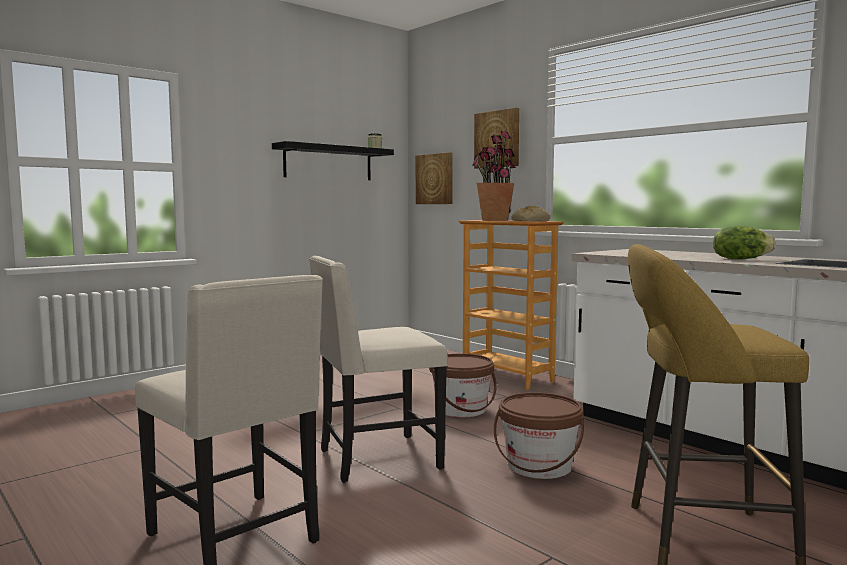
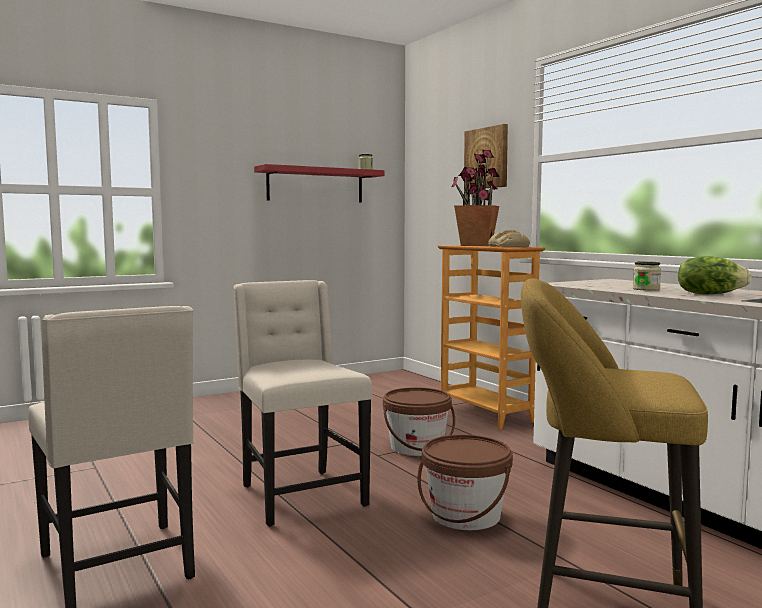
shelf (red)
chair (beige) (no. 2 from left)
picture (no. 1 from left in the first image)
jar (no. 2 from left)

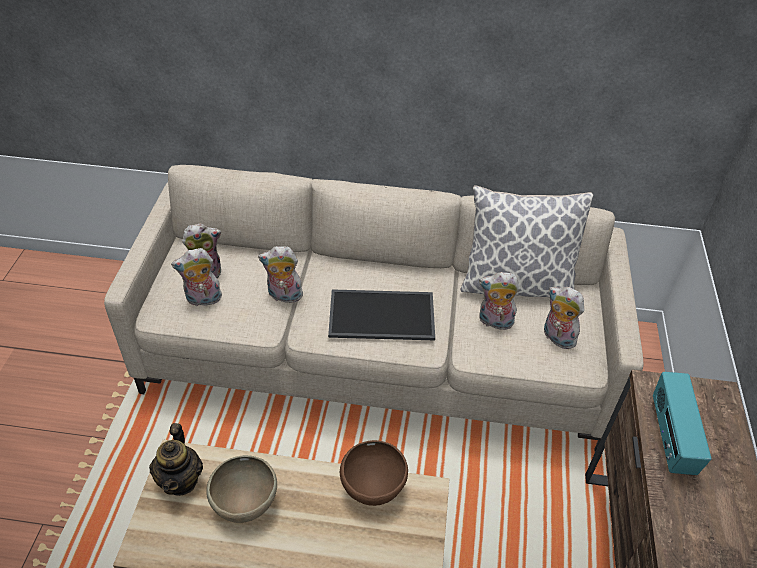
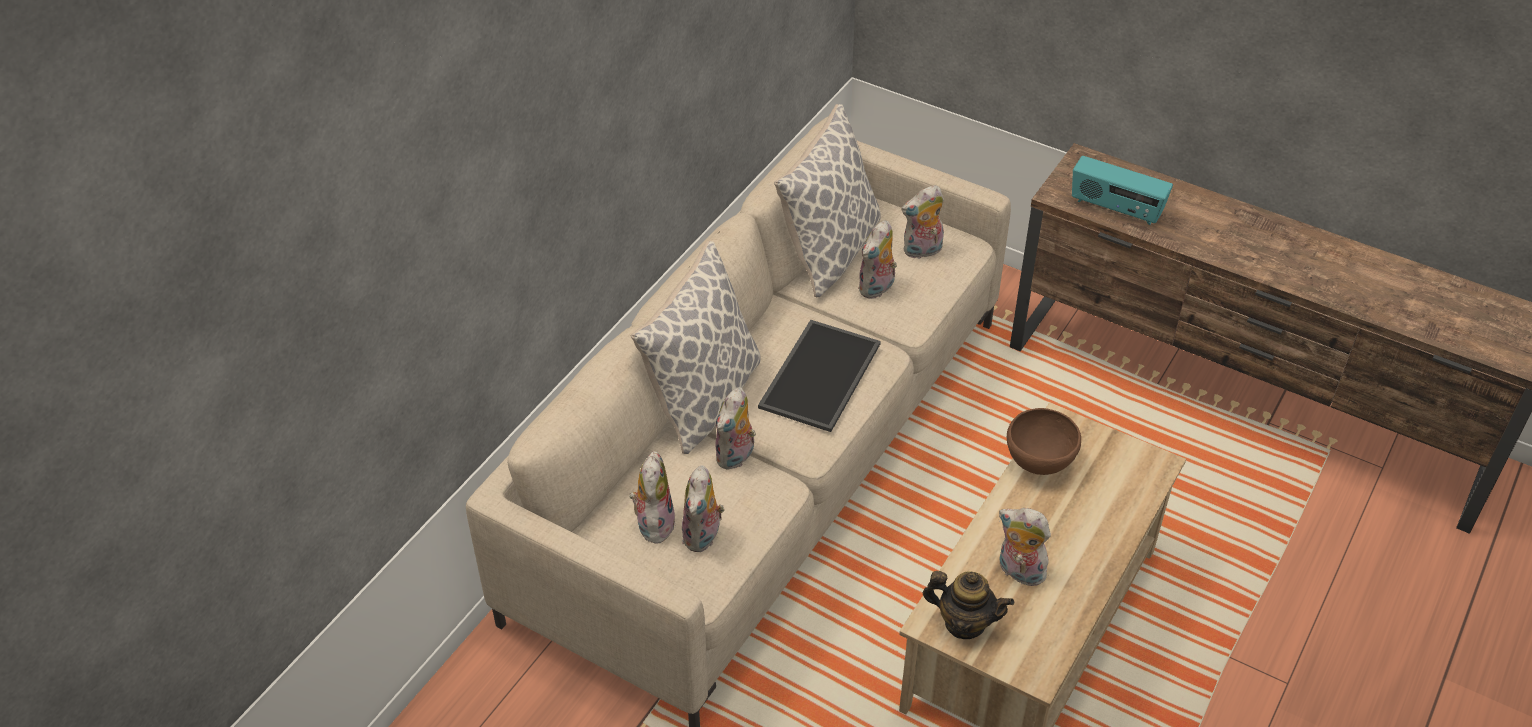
plush toy (no. 6 from left)
pillow (no. 1 from left)

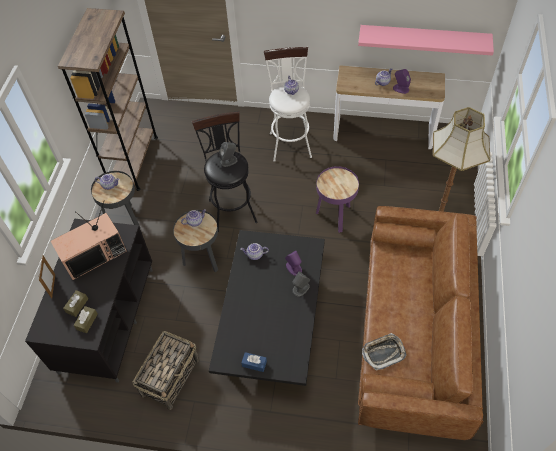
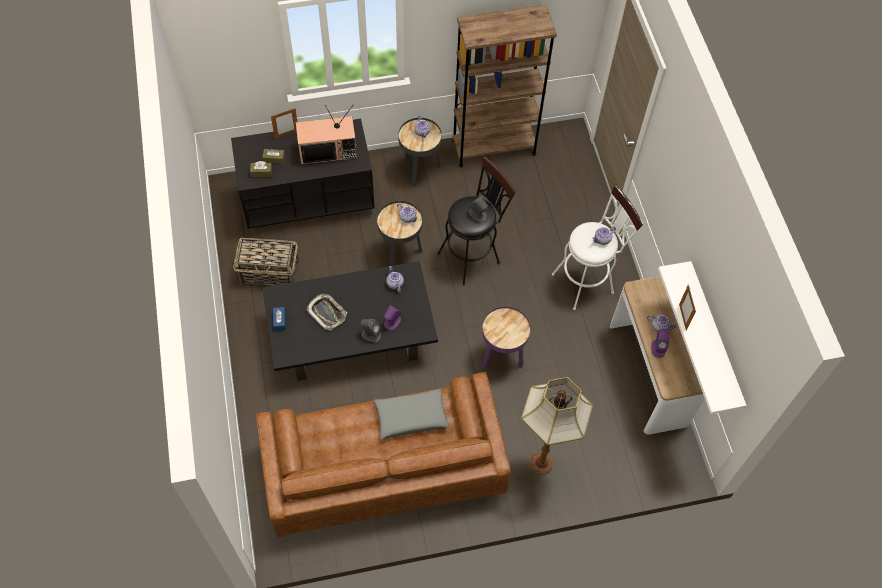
television
shelf (white)
tray
pillow (grey)
picture frame (no. 2 from left)

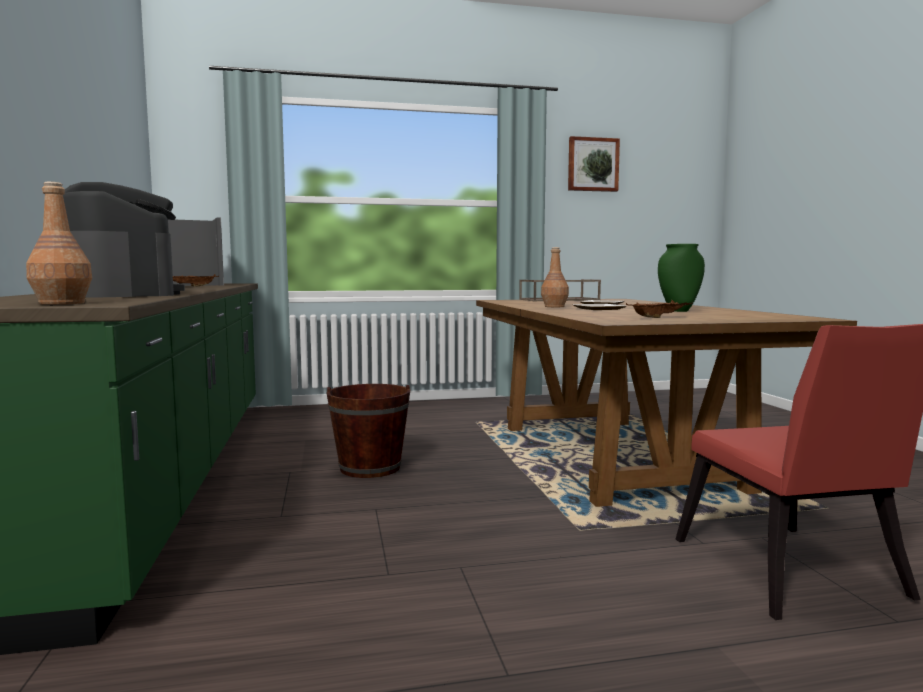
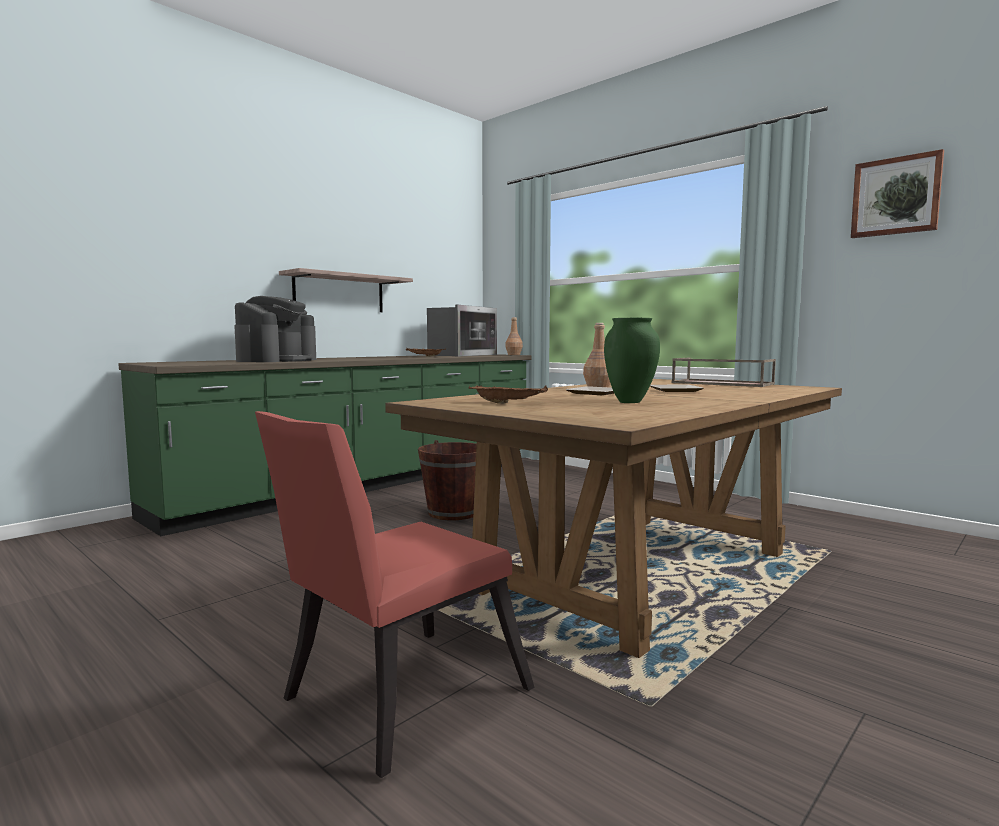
bottle (brown) (no. 1 from left)
shelf

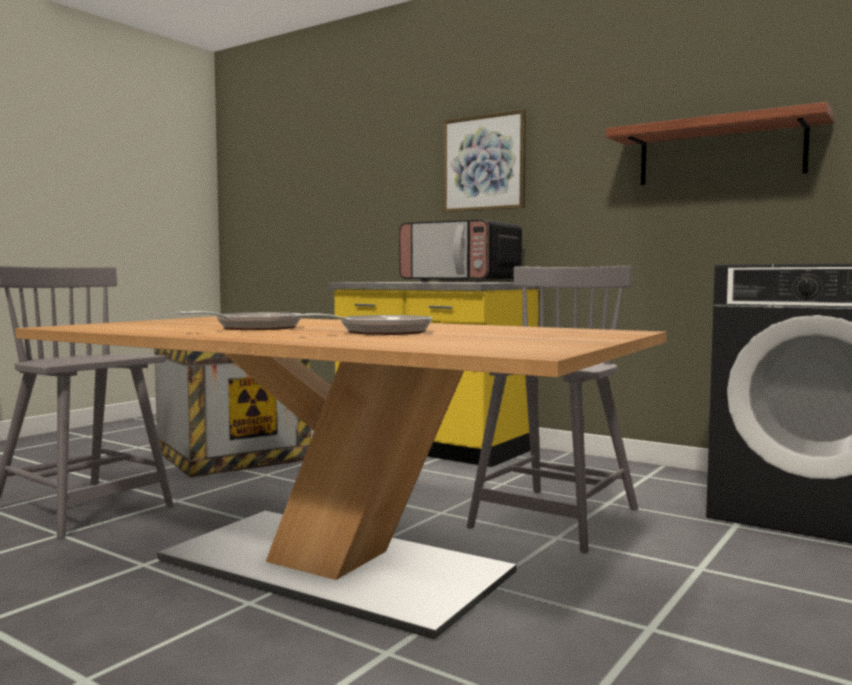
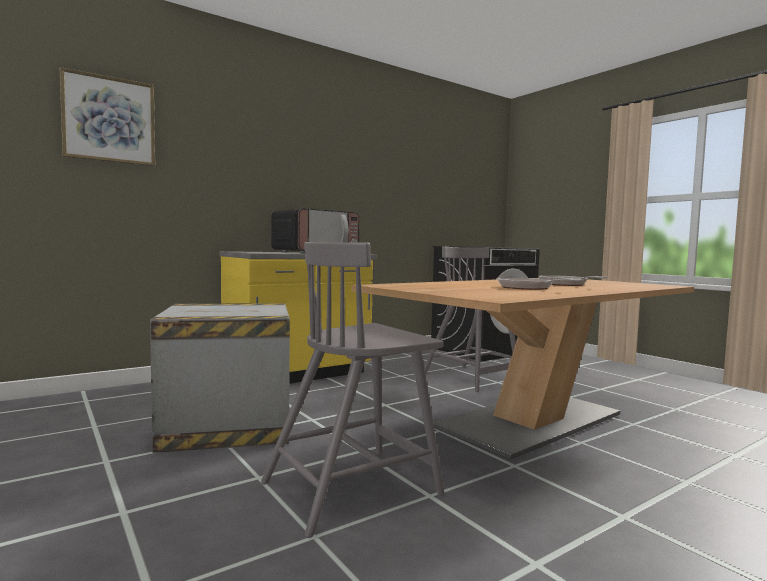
picture
shelf

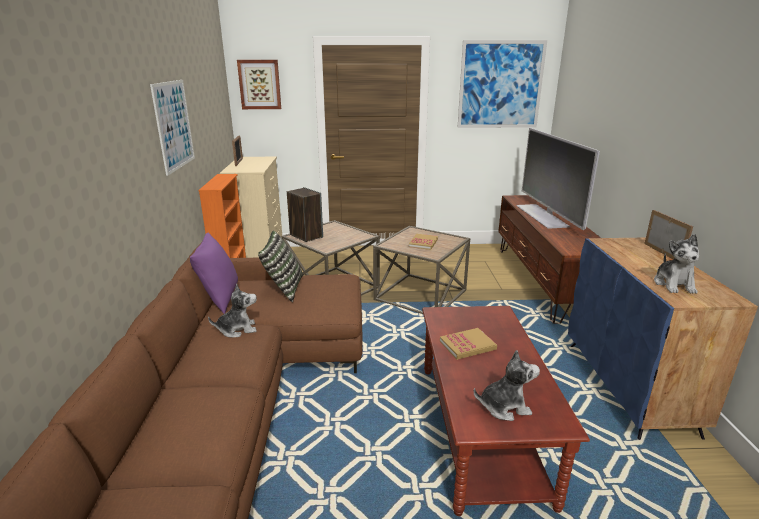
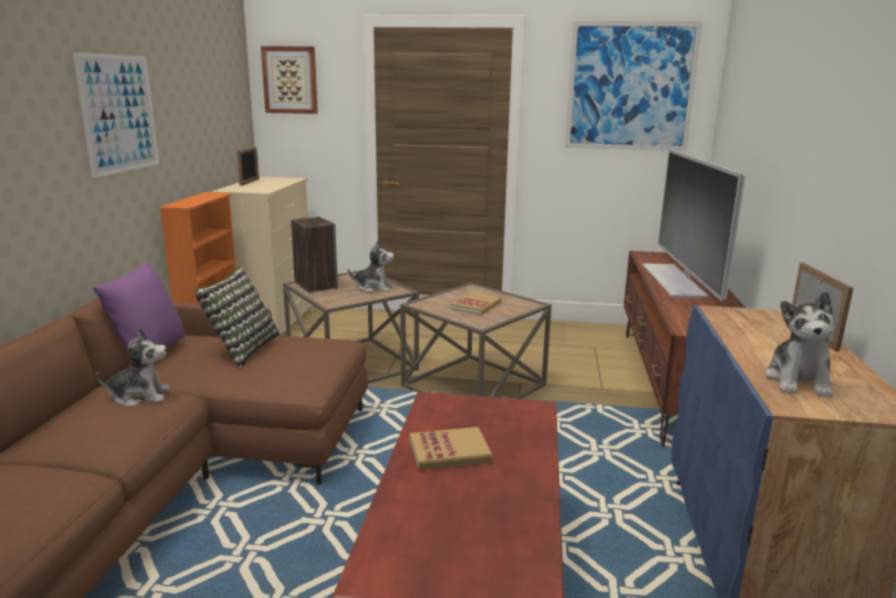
plush toy (no. 2 from left)

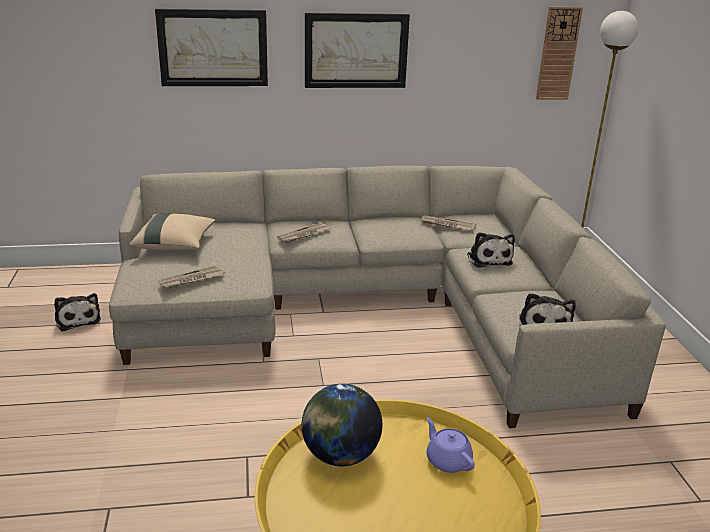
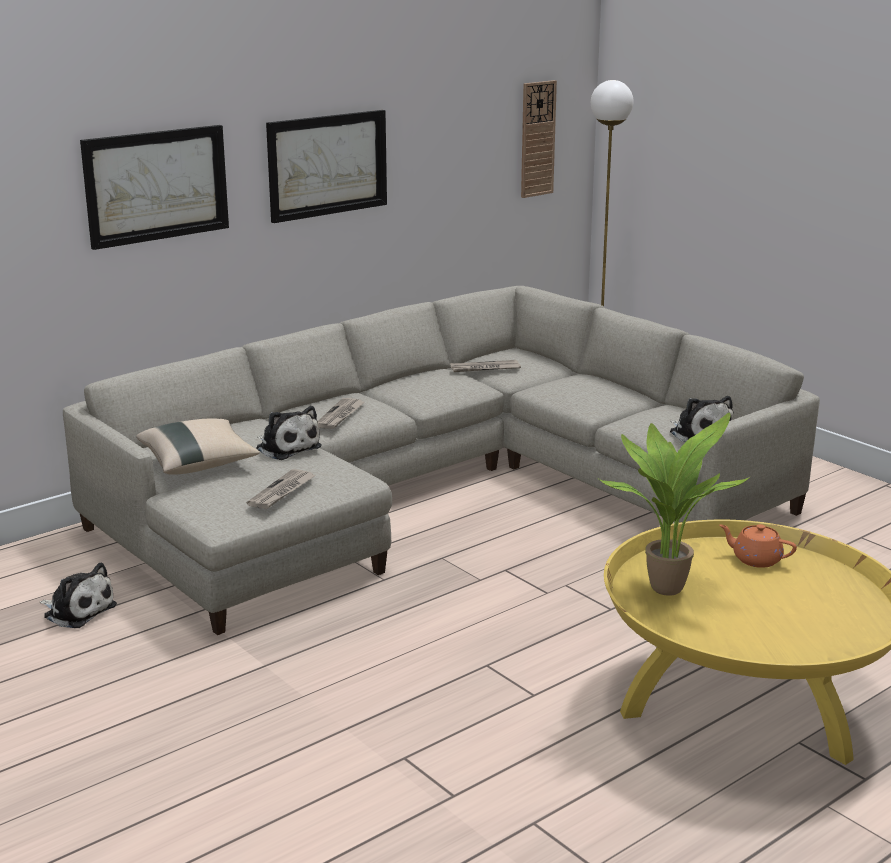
potted plant
teapot (orange)
plush toy (no. 2 from left)

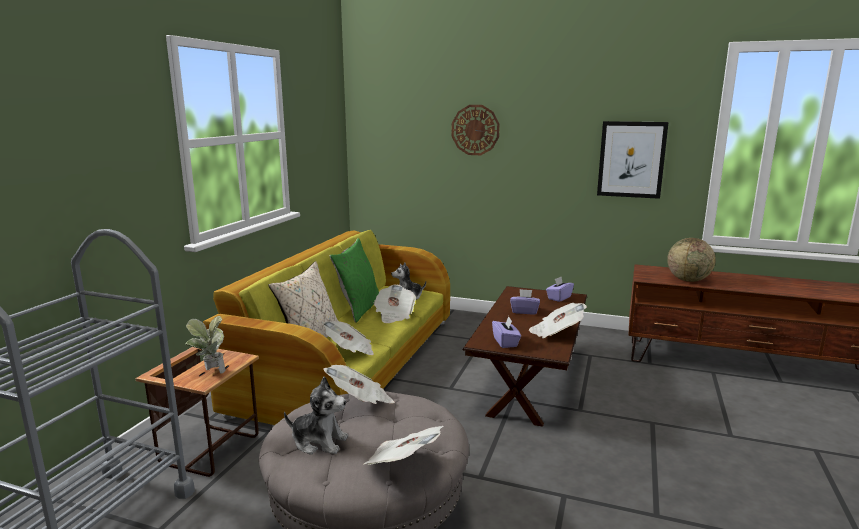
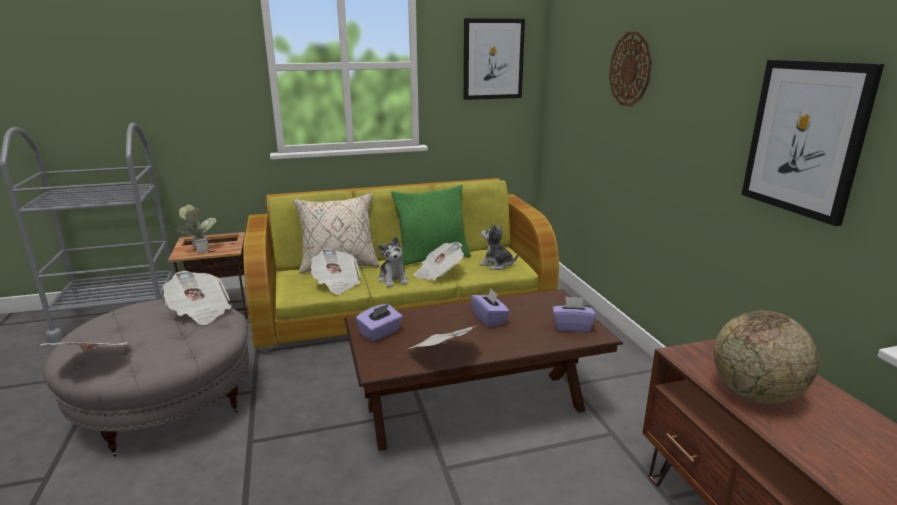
plush toy (no. 1 from left)
picture (no. 1 from left)

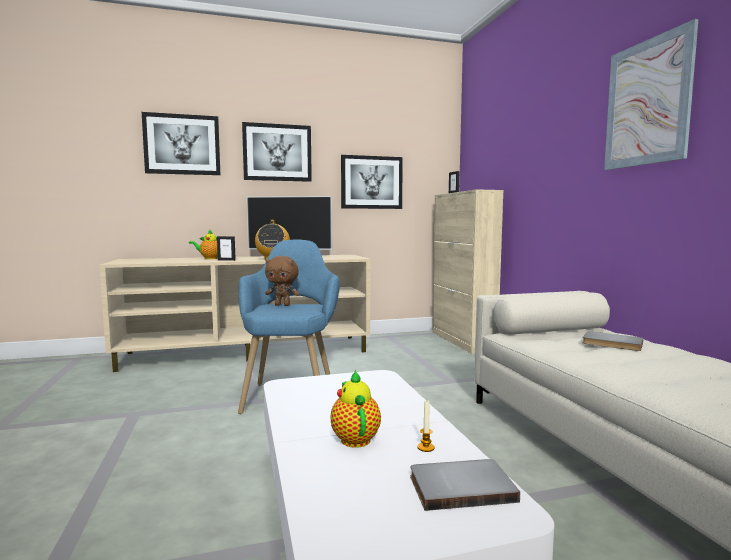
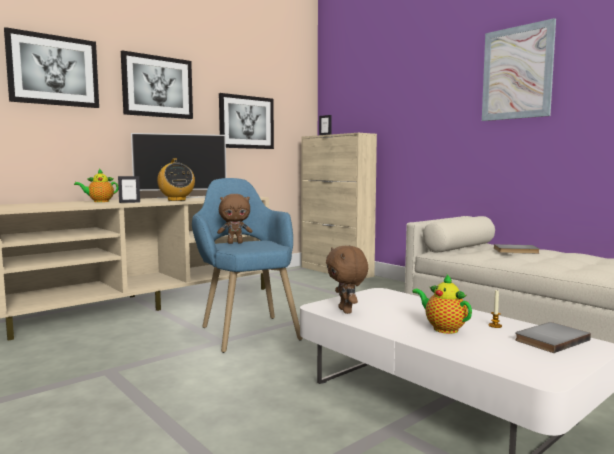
plush toy (brown) (no. 2 from left)

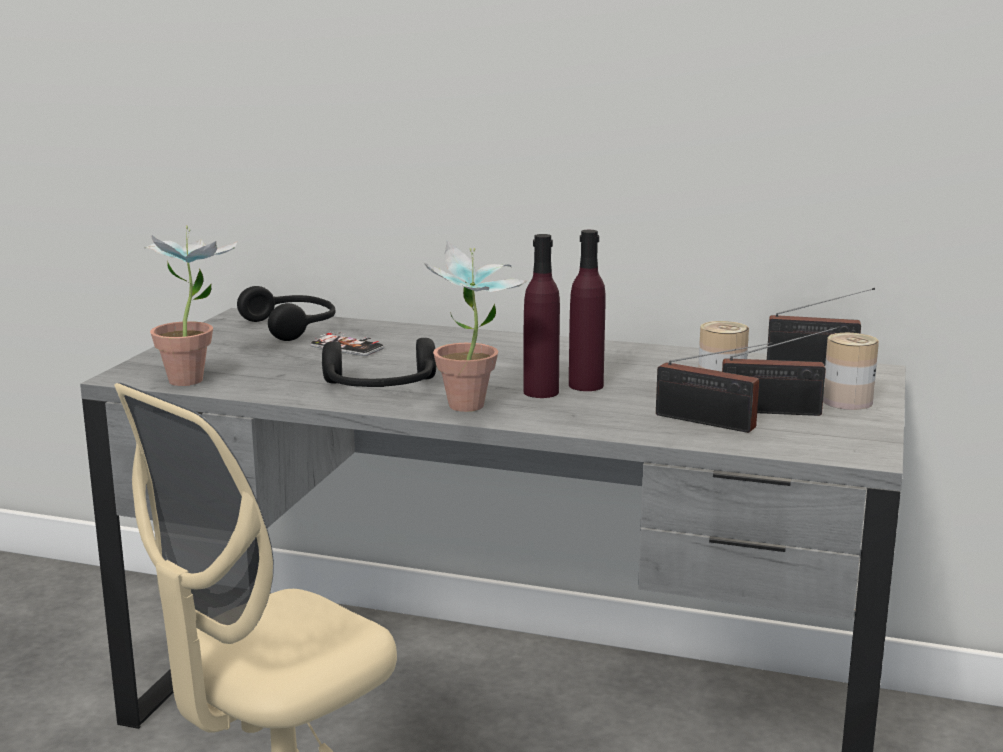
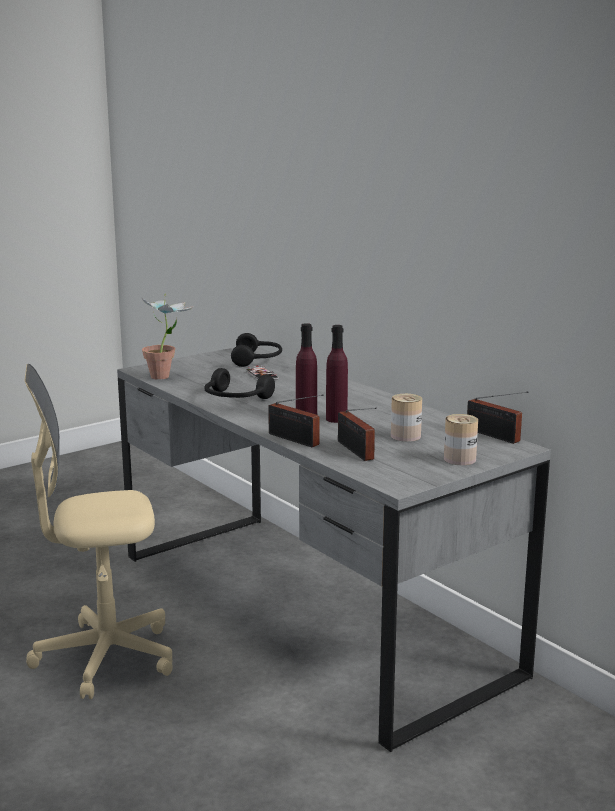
potted plant (no. 2 from left in the first image)
radio (no. 1 from left)

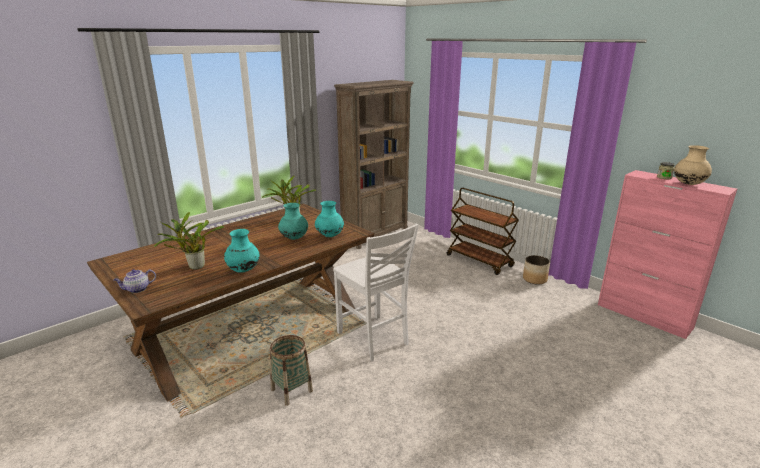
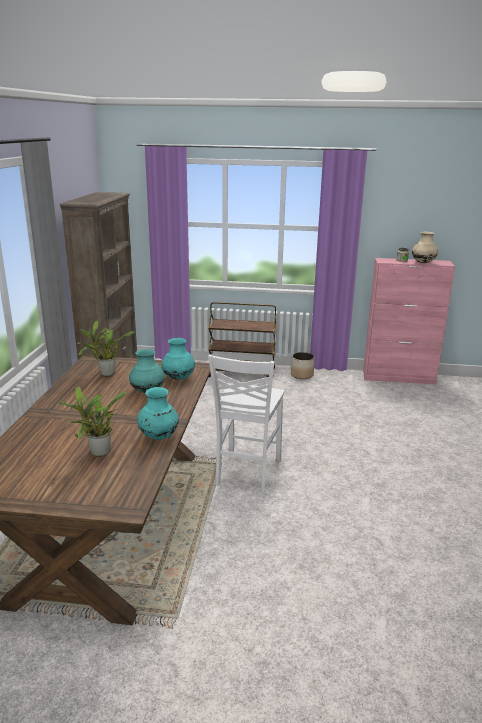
teapot
basket
chair (white)

